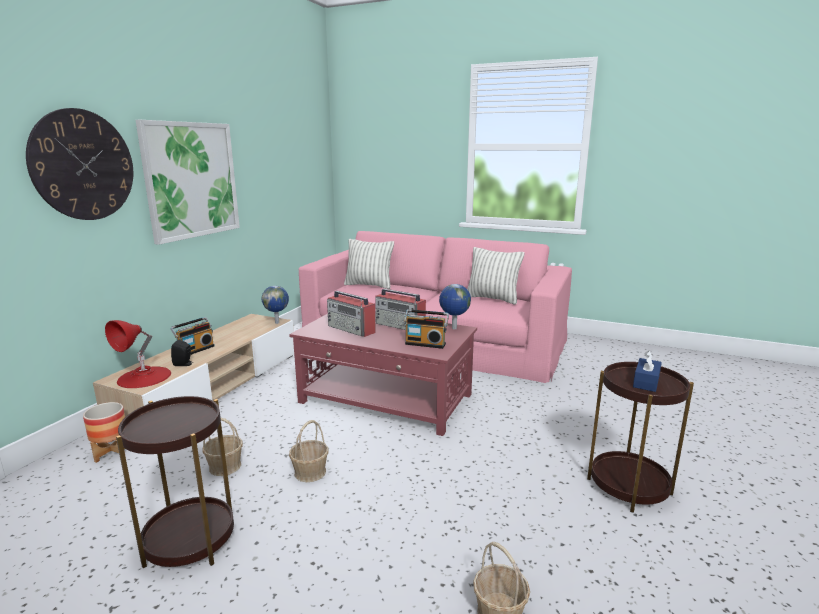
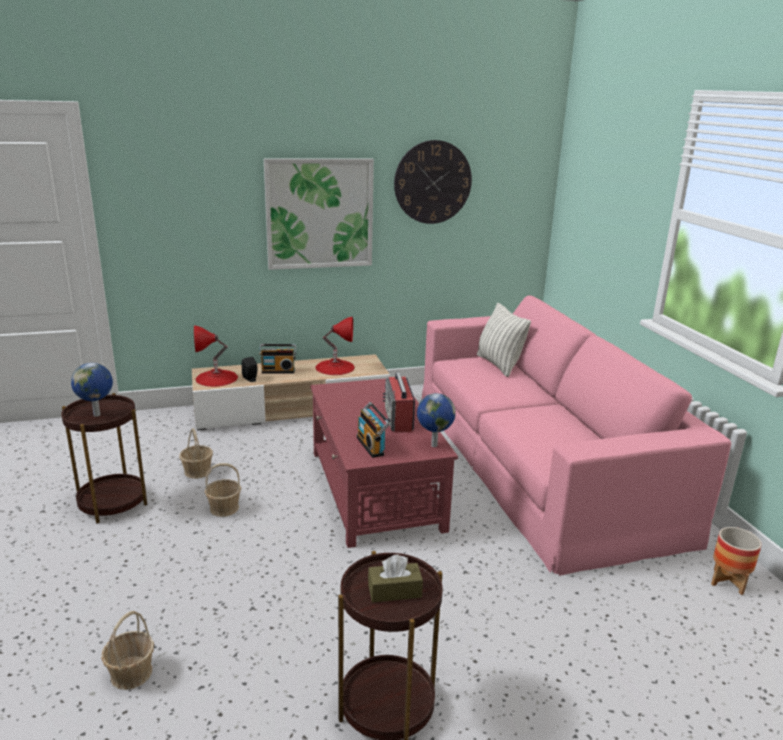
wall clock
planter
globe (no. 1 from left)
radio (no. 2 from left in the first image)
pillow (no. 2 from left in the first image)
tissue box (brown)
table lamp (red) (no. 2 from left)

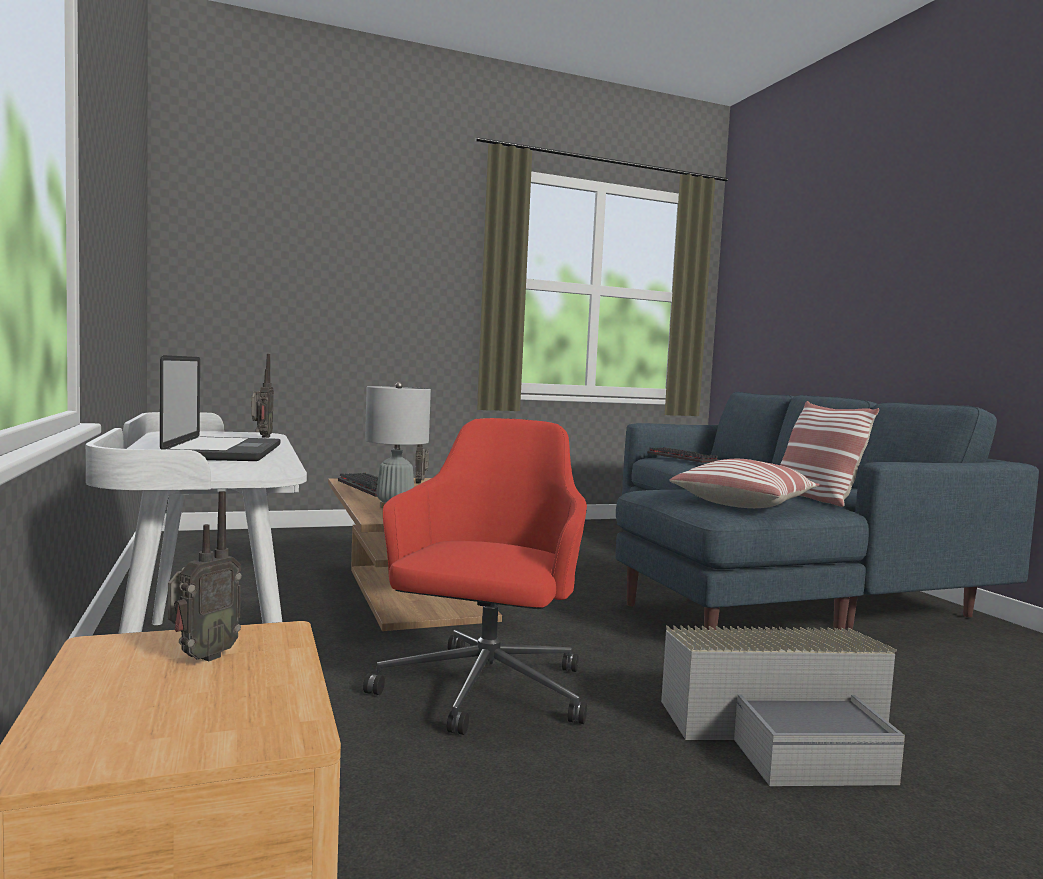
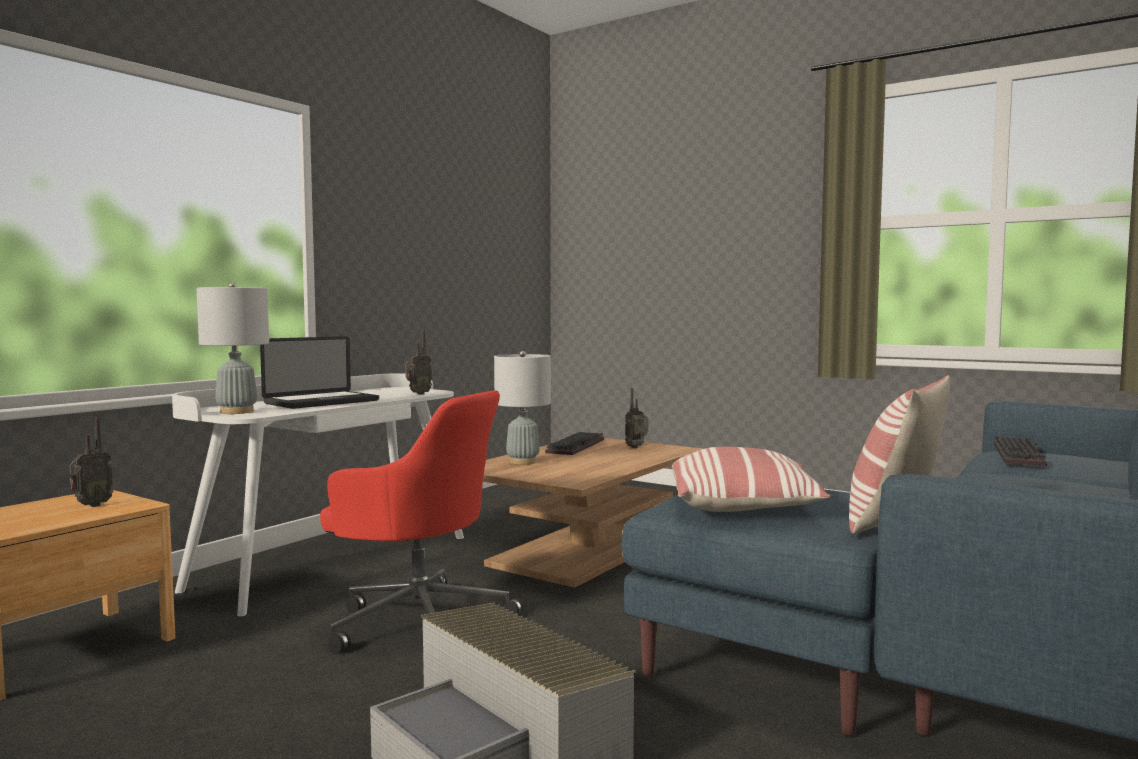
radio (no. 1 from left)
office chair (red)
table lamp (grey) (no. 1 from left)

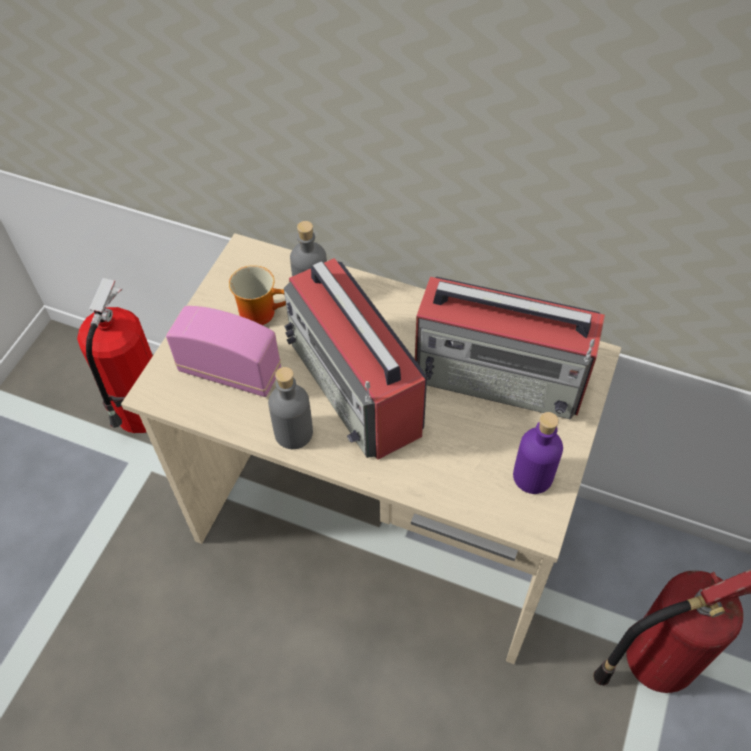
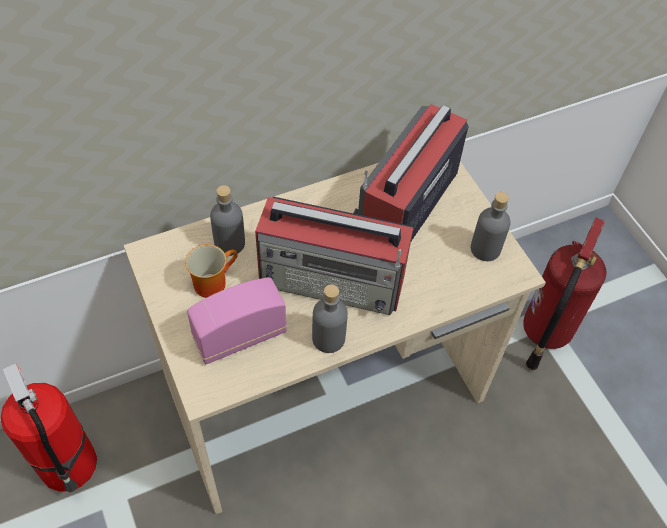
radio (no. 3 from left)
bottle (grey) (no. 3 from left)

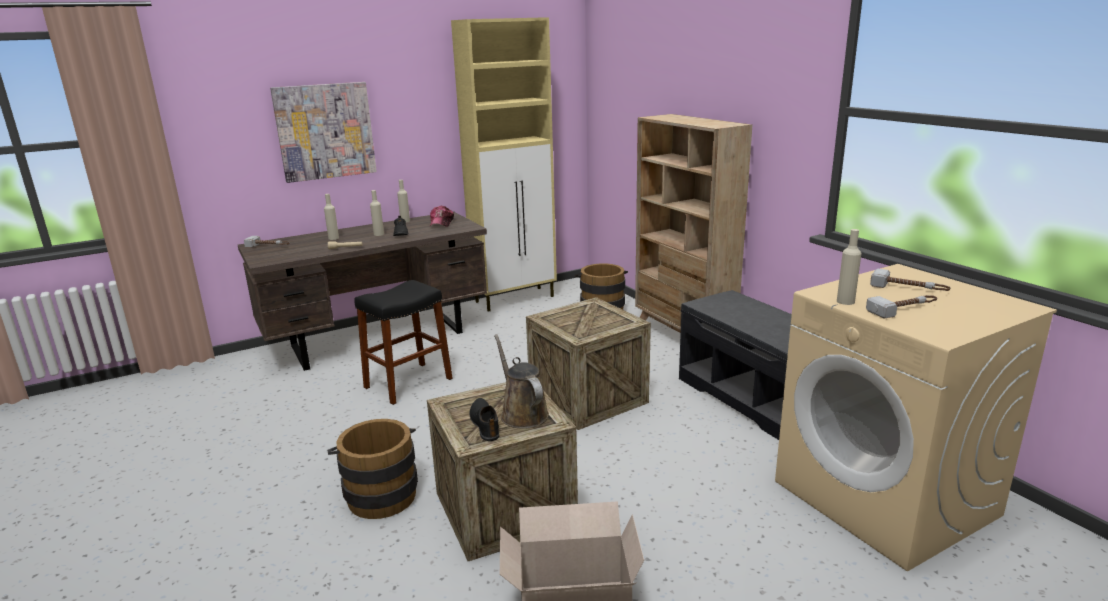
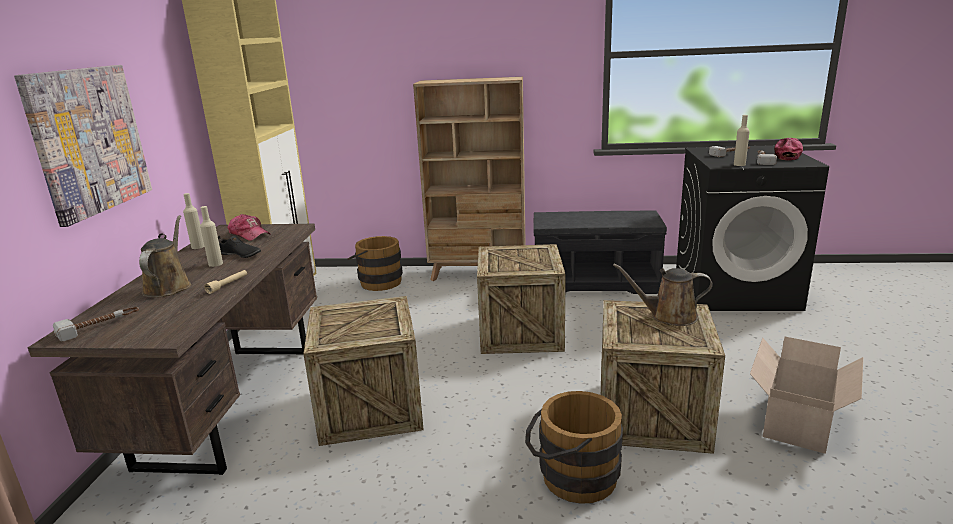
watering can (brown) (no. 1 from left)
crate (no. 1 from left)
shoe (black) (no. 2 from left in the first image)
washing machine (black)
cap (no. 2 from left)

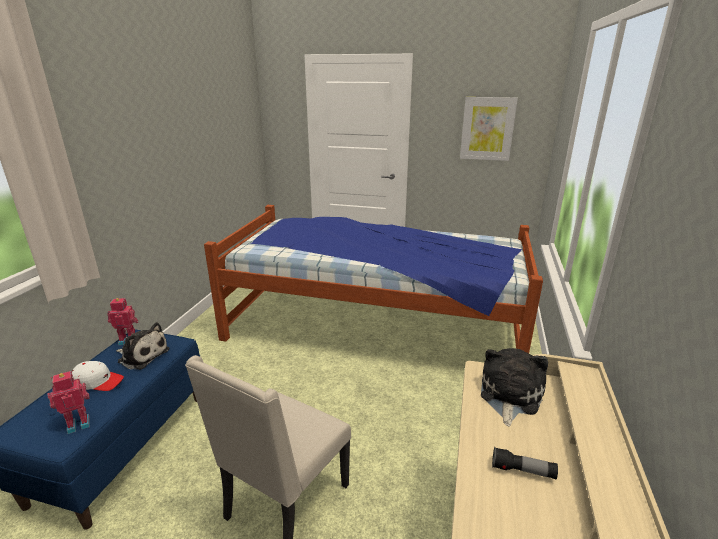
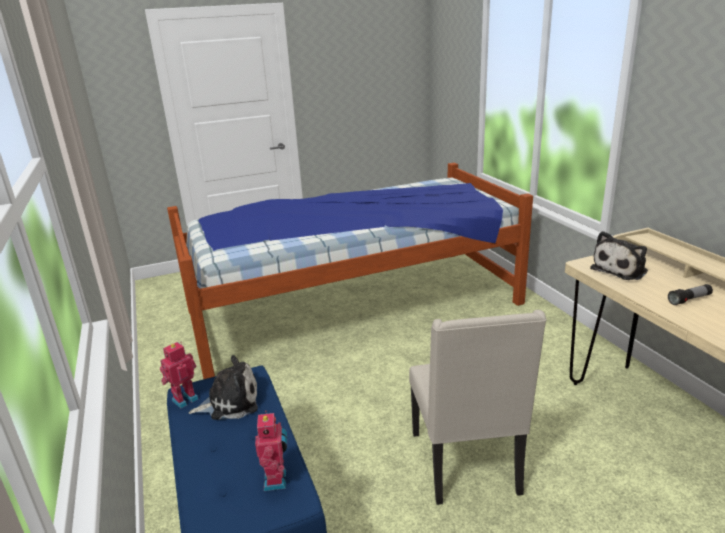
toy robot (no. 2 from left)
cap (white)
picture
plush toy (no. 2 from left)

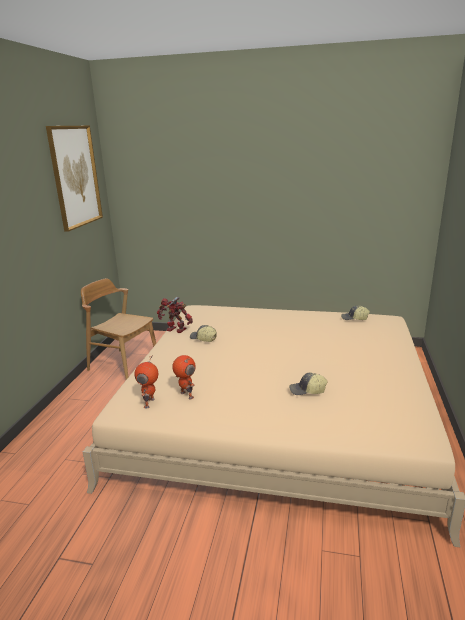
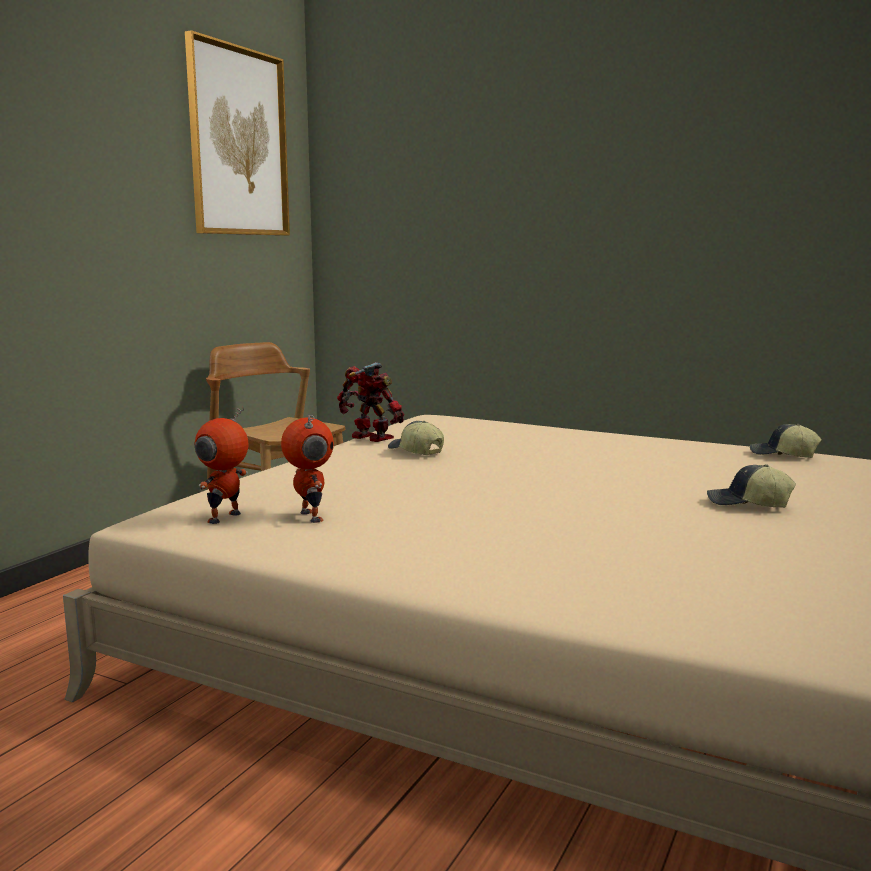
cap (no. 2 from left)

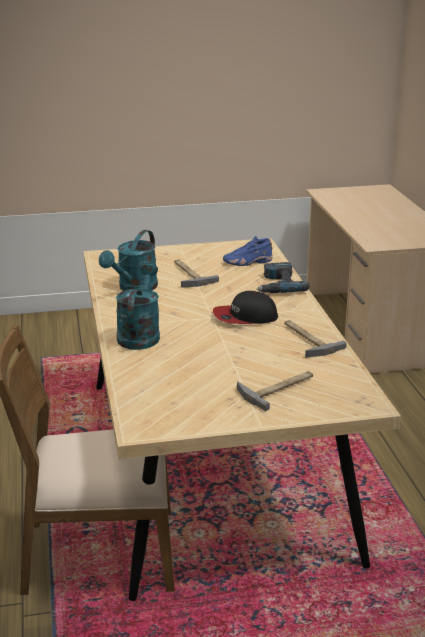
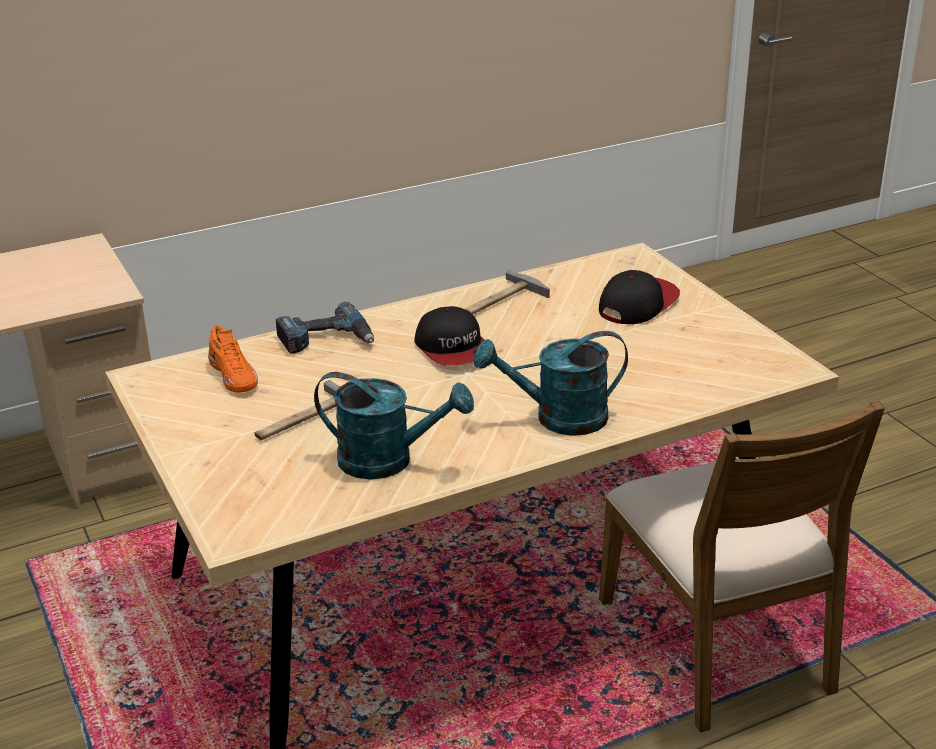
shoe (orange)
cap (no. 2 from left)

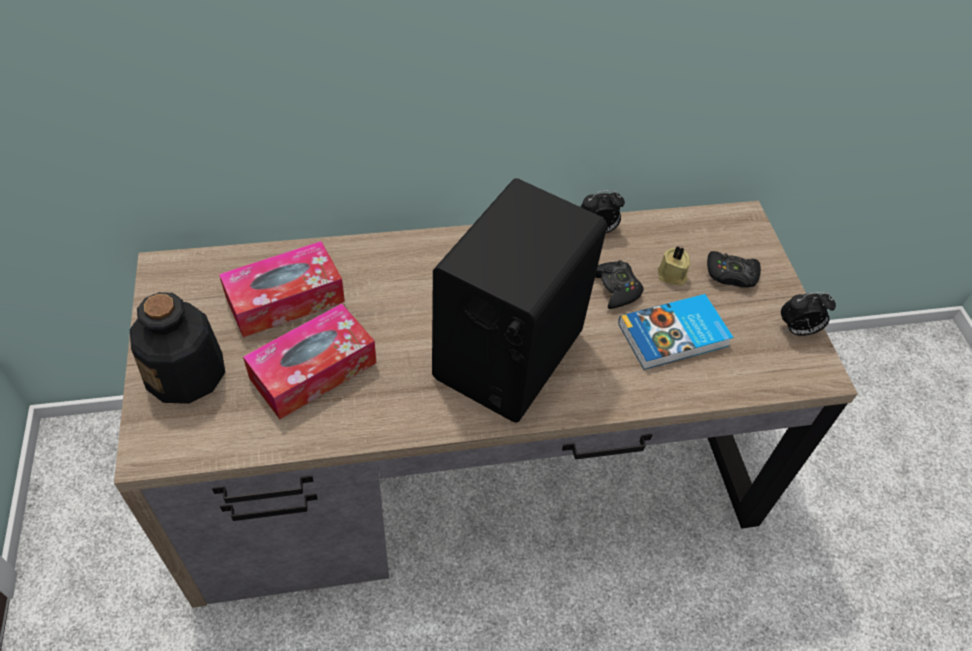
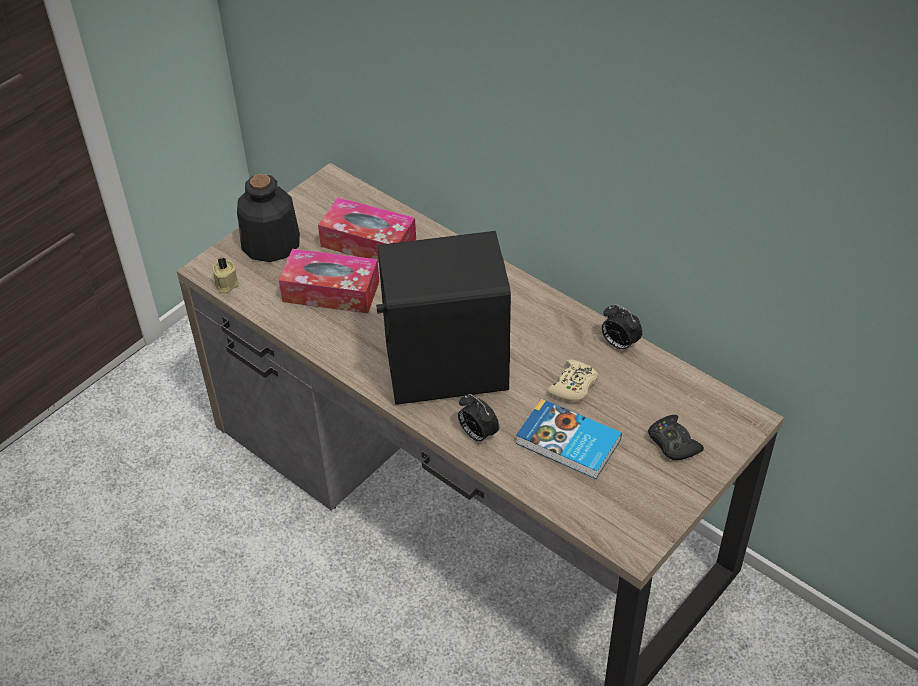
game controller (beige)
candle (beige)
alarm clock (no. 1 from left)

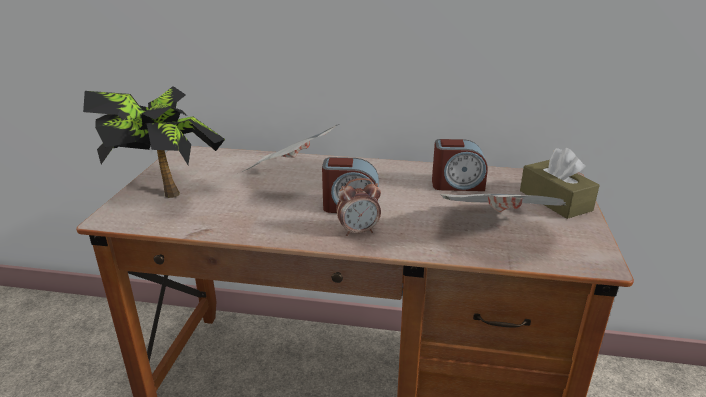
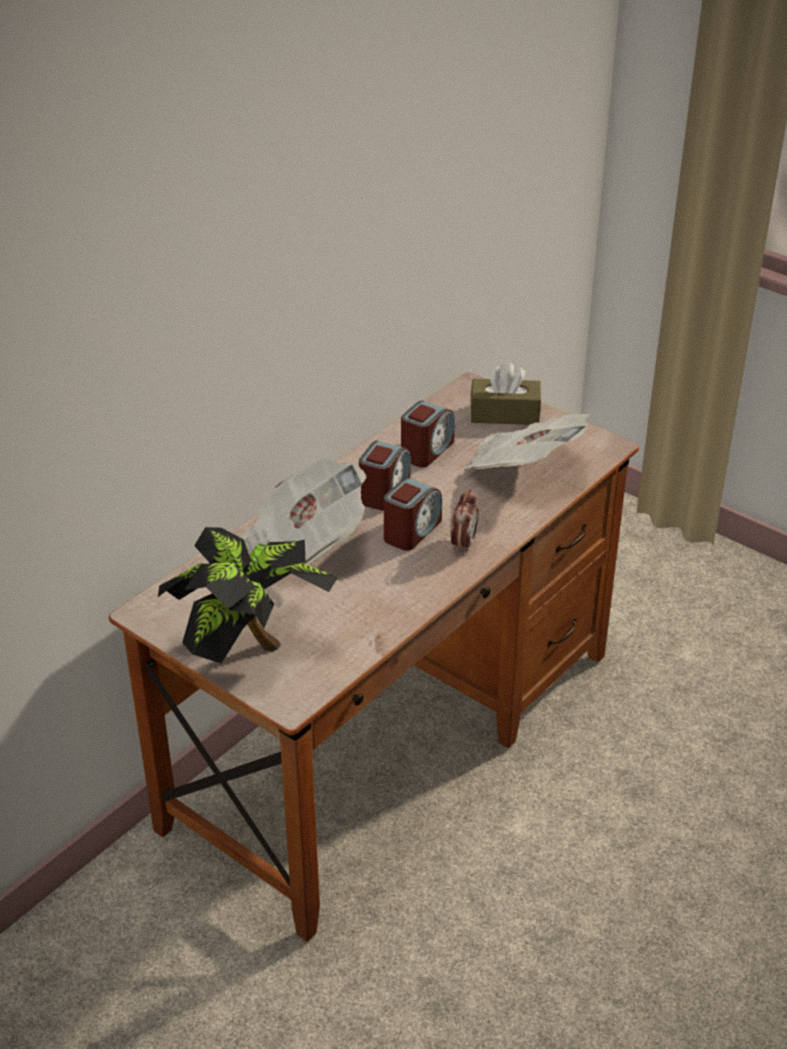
alarm clock (no. 1 from left)

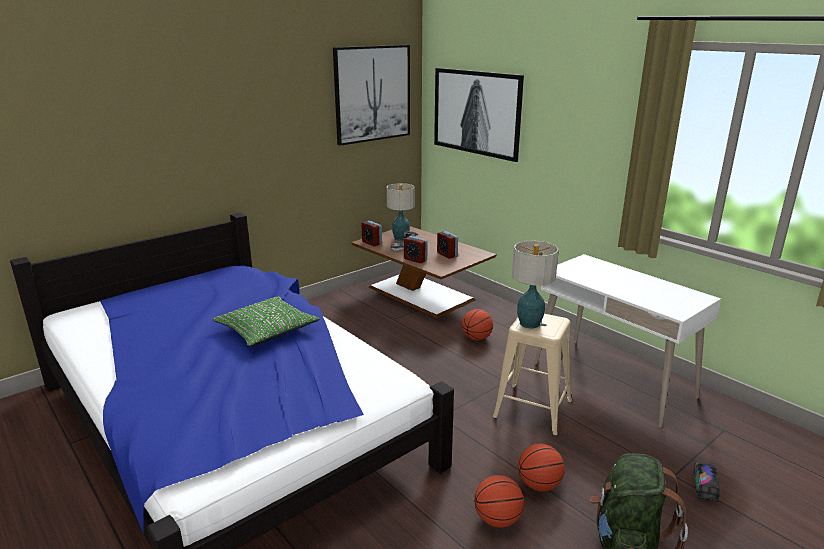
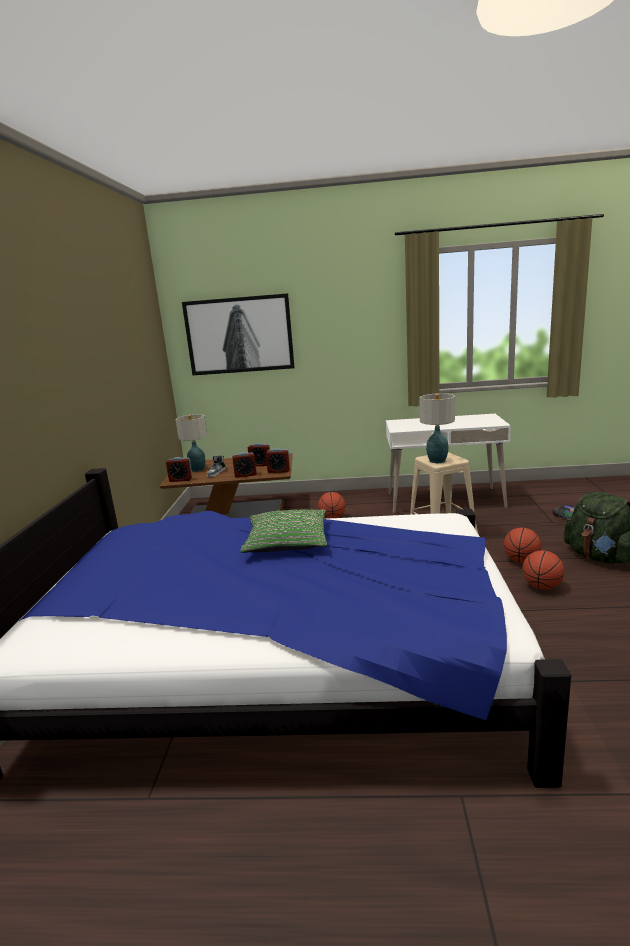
picture (no. 1 from left in the first image)
alarm clock (no. 4 from left)

